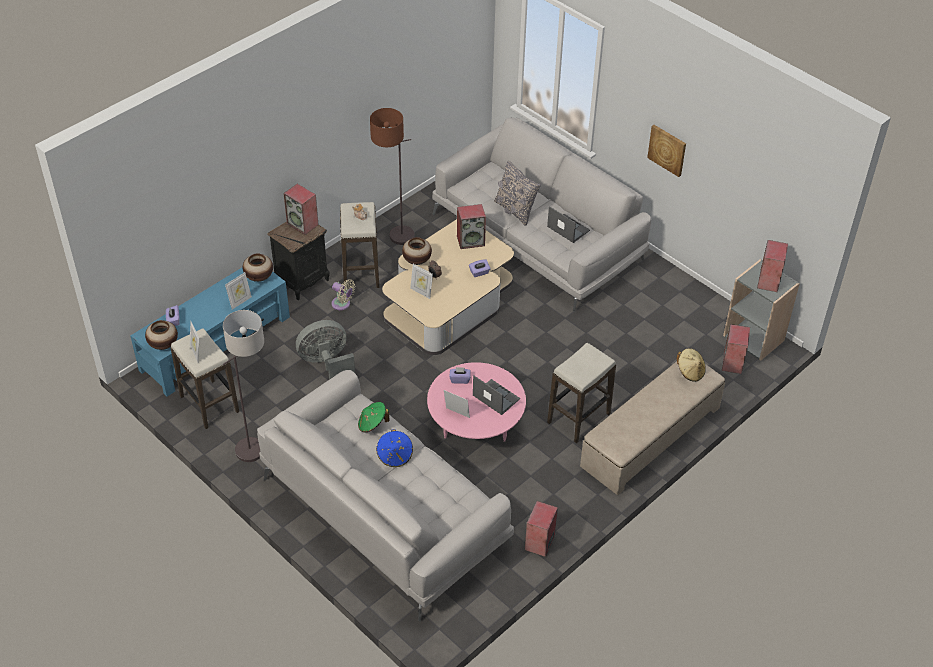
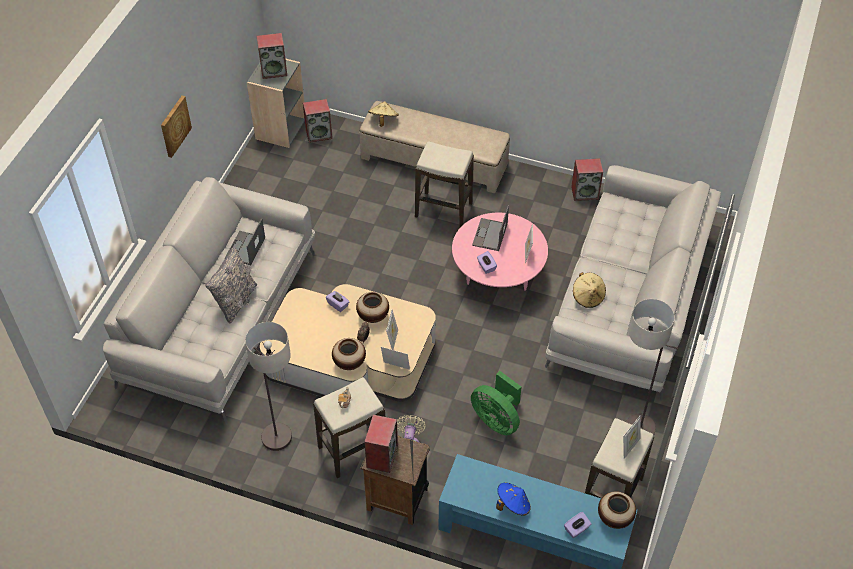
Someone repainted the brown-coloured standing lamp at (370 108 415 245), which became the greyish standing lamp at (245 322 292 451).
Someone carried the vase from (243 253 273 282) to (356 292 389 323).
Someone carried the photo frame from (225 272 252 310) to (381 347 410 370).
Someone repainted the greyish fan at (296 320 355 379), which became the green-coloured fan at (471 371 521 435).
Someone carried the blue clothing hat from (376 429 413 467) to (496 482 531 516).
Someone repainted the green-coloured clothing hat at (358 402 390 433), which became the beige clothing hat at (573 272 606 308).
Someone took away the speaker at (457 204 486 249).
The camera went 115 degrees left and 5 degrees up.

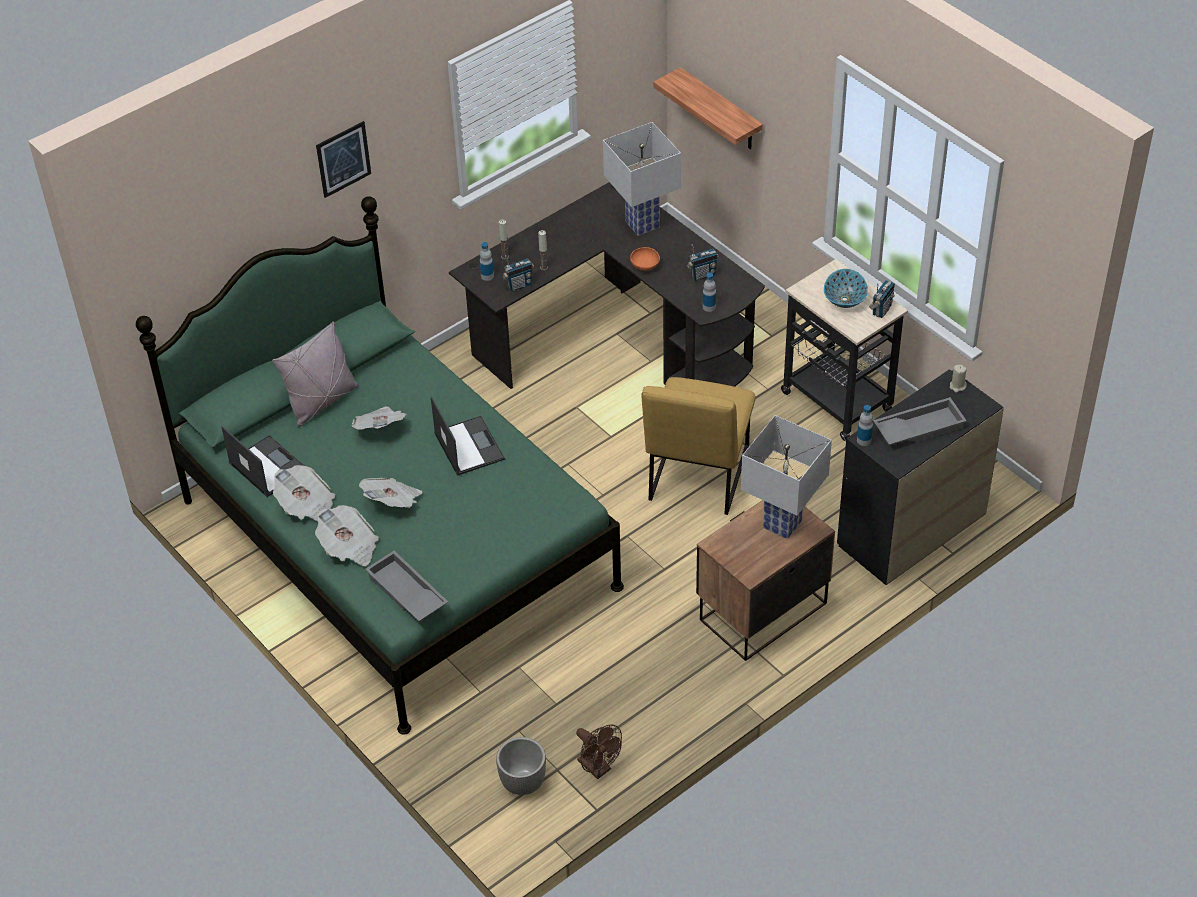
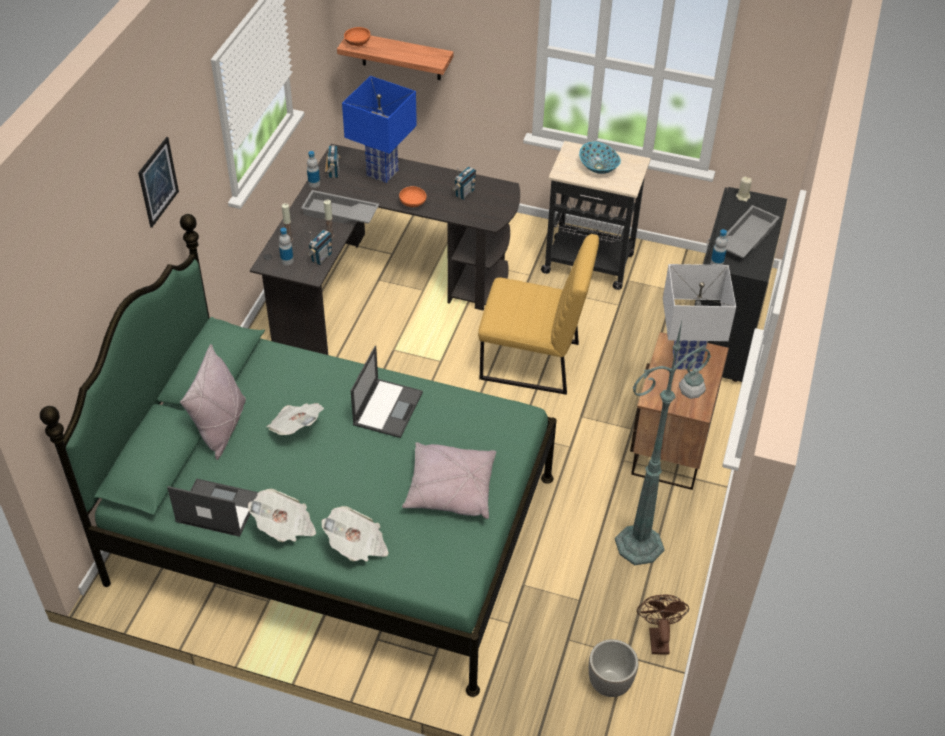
Someone carried the greyish carrying tray from (365 551 448 621) to (301 190 379 224).
Someone carried the beverage bottle from (703 273 716 312) to (307 151 320 188).
Someone carried the radio from (869 280 895 318) to (325 146 340 178).
Someone repainted the white lamp for a table at (603 122 681 236), which became the blue lamp for a table at (342 76 417 183).
Someone put down the orangey serving bowl at (344 27 370 46).
Someone rotated the laptop at (431 396 505 476) by 75 degrees clockwise.
Someone put down the purple-coloured cushion at (402 442 496 519).
Someone rotated the yellow upright chair at (642 377 756 515) by 60 degrees counterclockwise.
Someone put down the green-coloured standing lamp at (615 322 711 565).
Someone rotated the brown-coloured fan at (576 725 622 779) by 105 degrees counterclockwise.
Someone took away the newspaper at (359 478 422 508).
The camera went 35 degrees left and 0 degrees up.

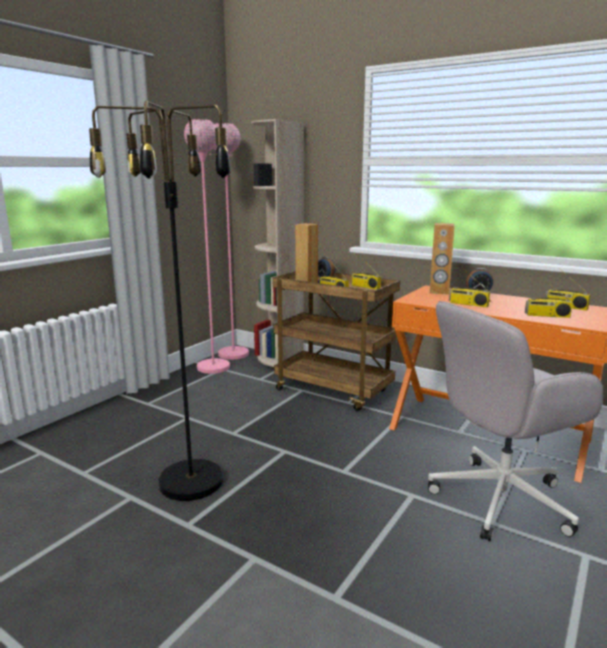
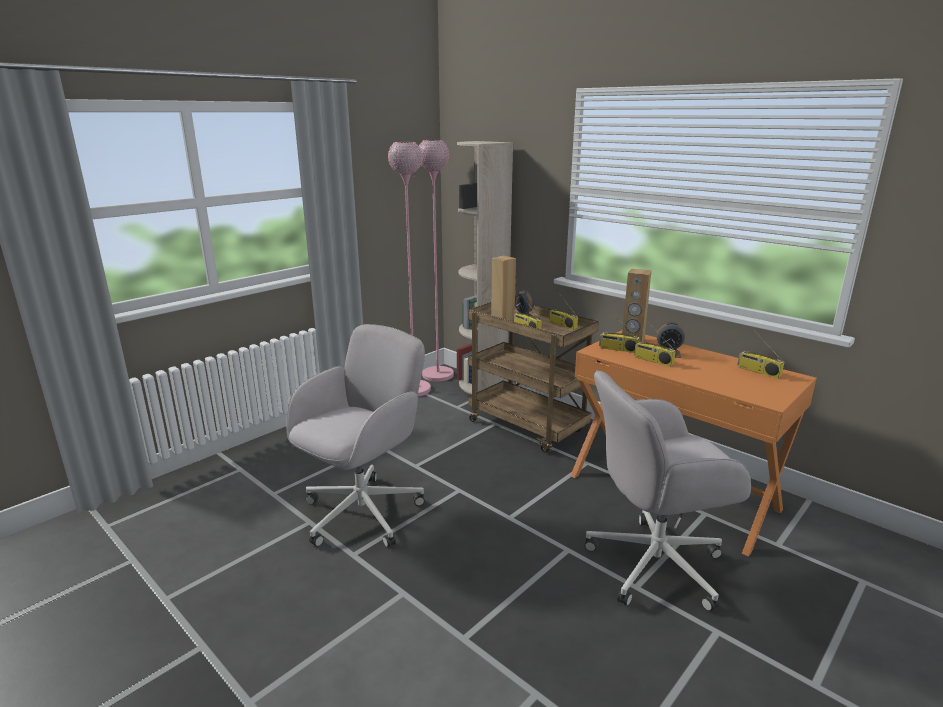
Someone swapped the standing lamp at (89 101 230 501) for the greyish desk chair at (287 324 425 547).
Someone carried the radio from (525 275 573 318) to (599 313 640 353).
The camera went 10 degrees right and 5 degrees up.

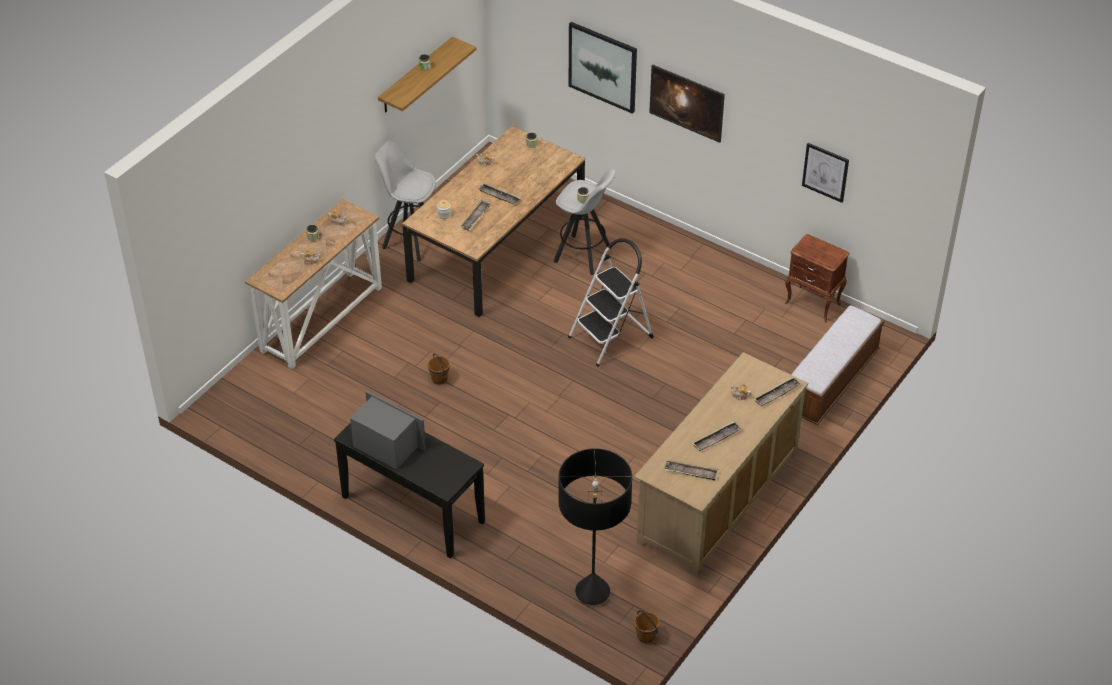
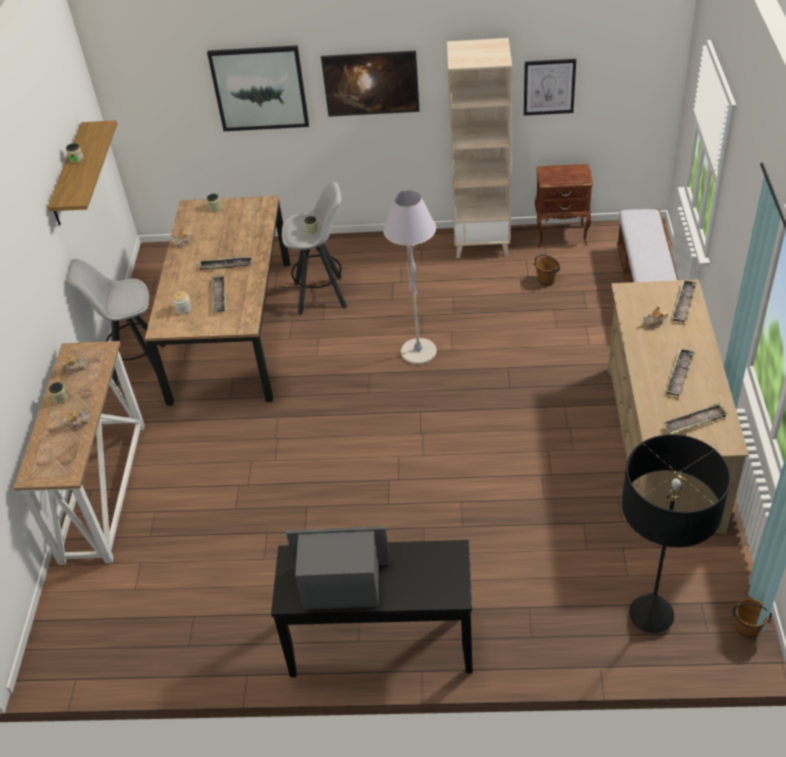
Someone swapped the step ladder at (568 238 653 366) for the greyish standing lamp at (383 190 437 364).
Someone put down the beige shelving unit at (447 38 512 258).
Someone carried the brown-coloured water bucket from (428 354 450 385) to (534 255 560 286).
The camera went 30 degrees left and 0 degrees up.

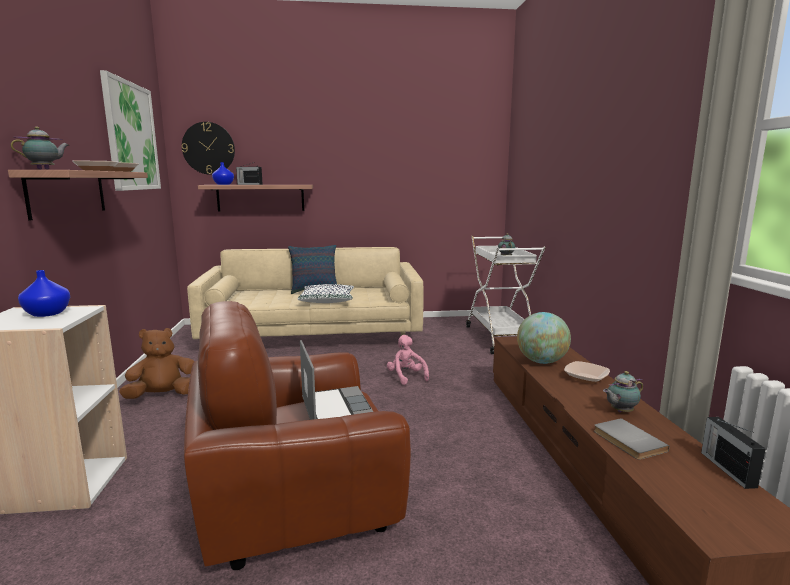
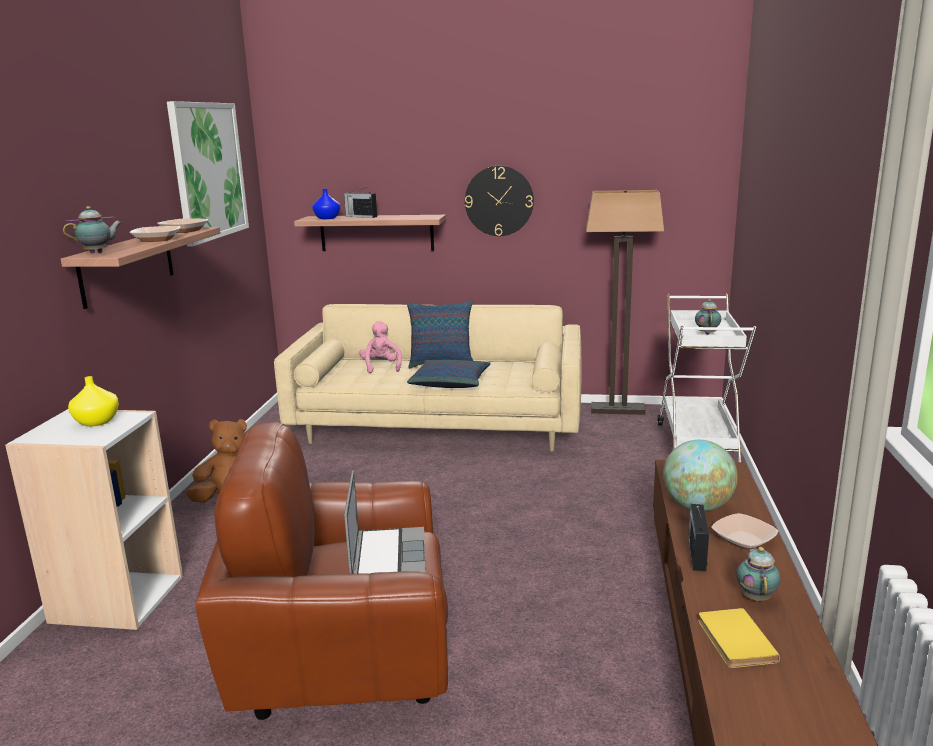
Someone repainted the blue vase at (18 270 70 317), which became the yellow vase at (68 376 119 426).
Someone carried the pink-coloured plush toy from (387 335 429 385) to (359 321 402 373).
Someone repainted the white cushion at (298 284 354 303), which became the blue cushion at (407 360 491 388).
Someone carried the hanging clock from (182 122 235 175) to (465 166 534 236).
Someone put down the standing lamp at (586 190 664 415).
Someone carried the radio from (701 417 766 489) to (688 504 709 571).
Someone repainted the greyish book at (594 418 669 460), which became the yellow book at (698 608 780 668).
Someone rotated the pot for tea at (603 371 643 412) by 105 degrees clockwise.
The camera went 15 degrees right and 5 degrees up.

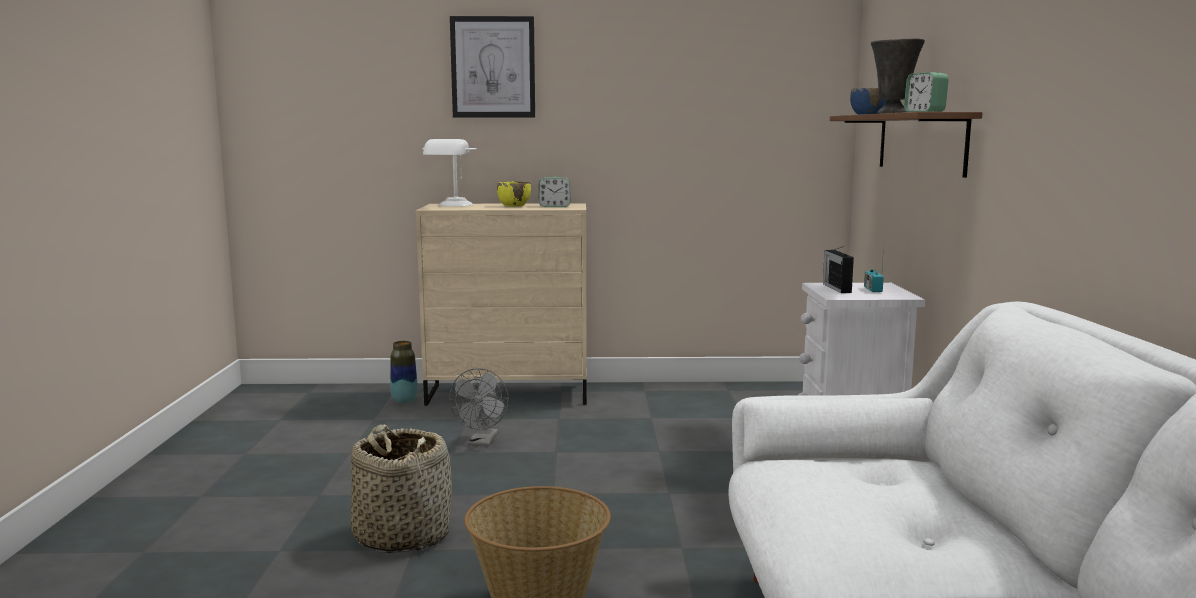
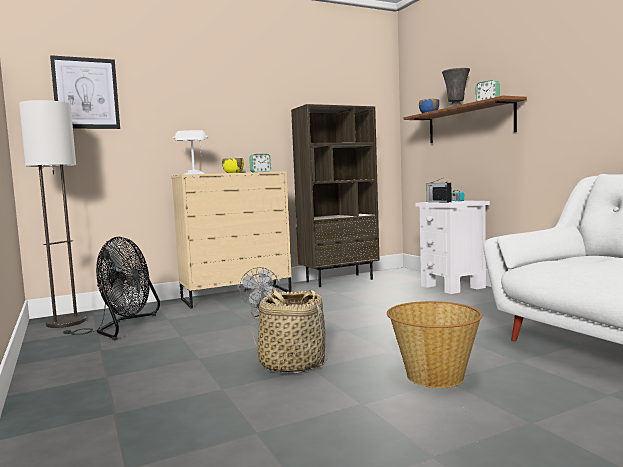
Someone put down the standing lamp at (19 100 86 328).
Someone carried the picture from (450 16 535 118) to (50 55 120 129).
Someone put down the black fan at (63 237 160 340).
Someone put down the brown-coloured shelving unit at (291 104 380 287).
Someone took away the vase at (390 341 418 403).
The camera went 25 degrees left and 5 degrees down.

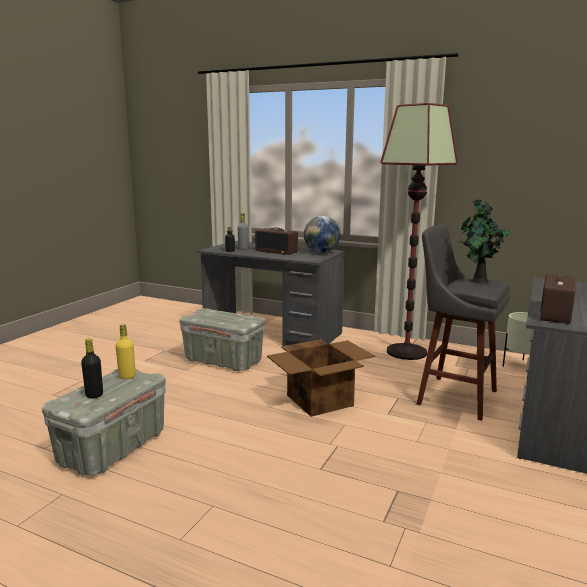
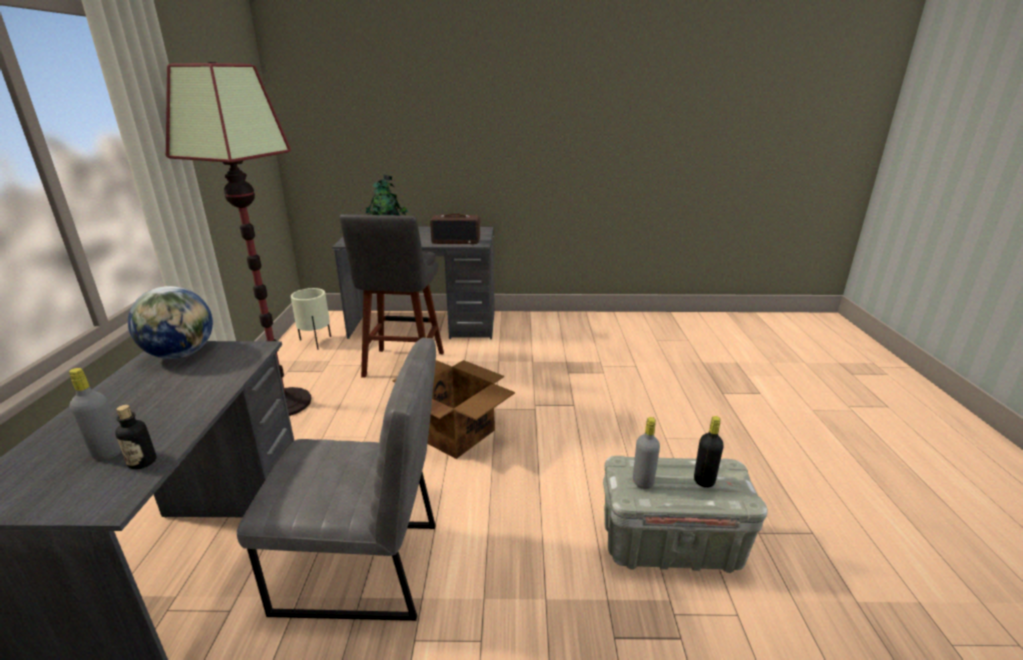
Someone swapped the greyish storage box at (179 308 265 371) for the greyish upright chair at (237 338 436 621).
Someone repainted the yellow beverage bottle at (116 324 136 379), which became the greyish beverage bottle at (633 417 660 489).
Someone took away the radio at (255 227 298 255).
The camera went 115 degrees left and 10 degrees up.

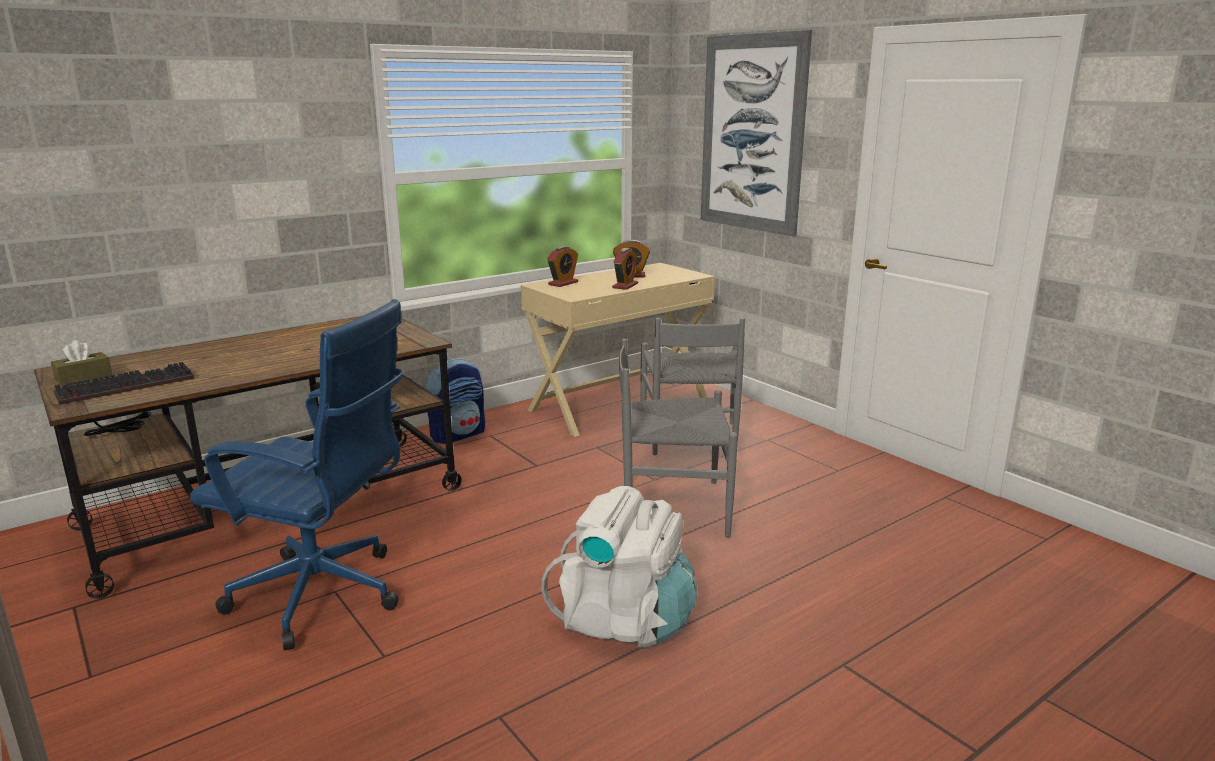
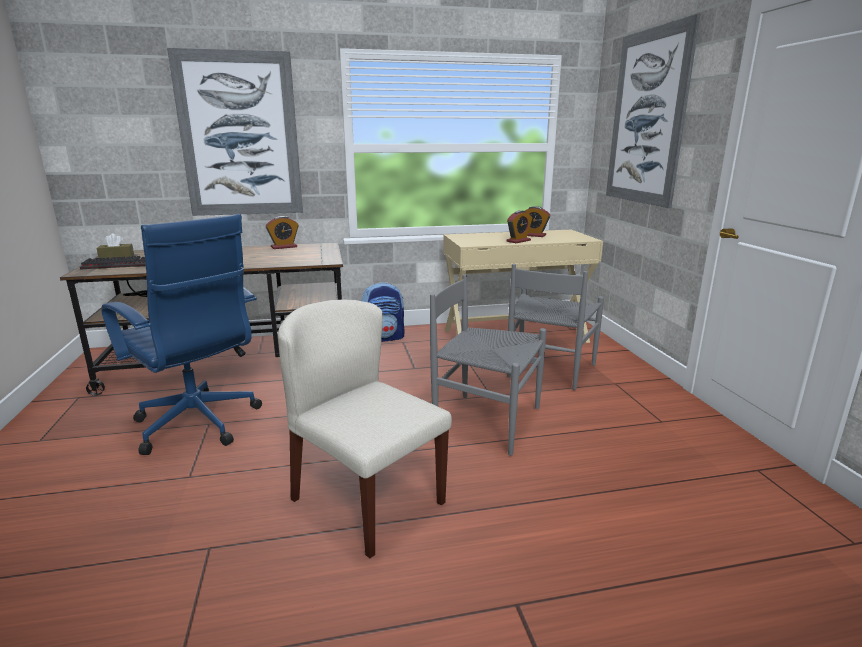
Someone put up the picture at (167 48 303 216).
Someone carried the alarm clock from (547 246 578 287) to (266 216 299 249).
Someone swapped the white rucksack at (542 486 697 648) for the beige upright chair at (278 300 452 558).
The camera went 25 degrees right and 0 degrees up.

